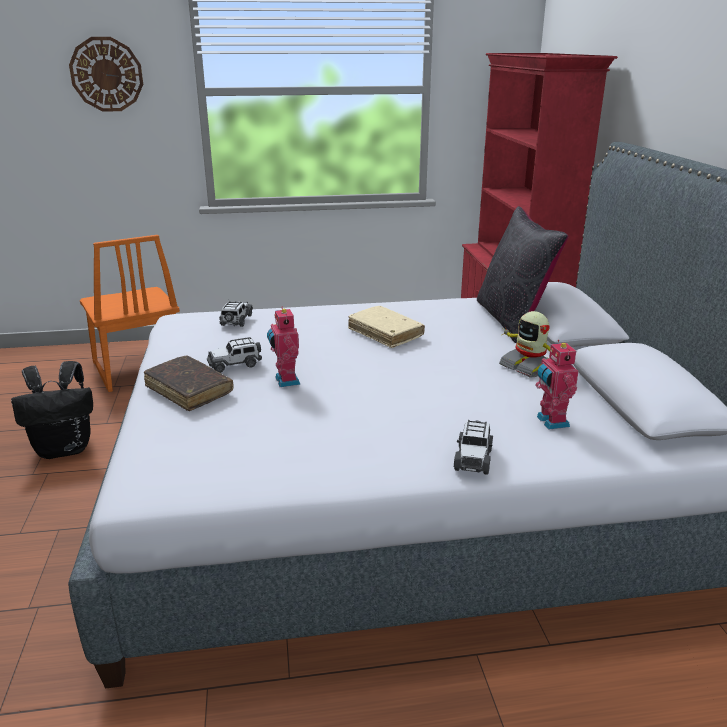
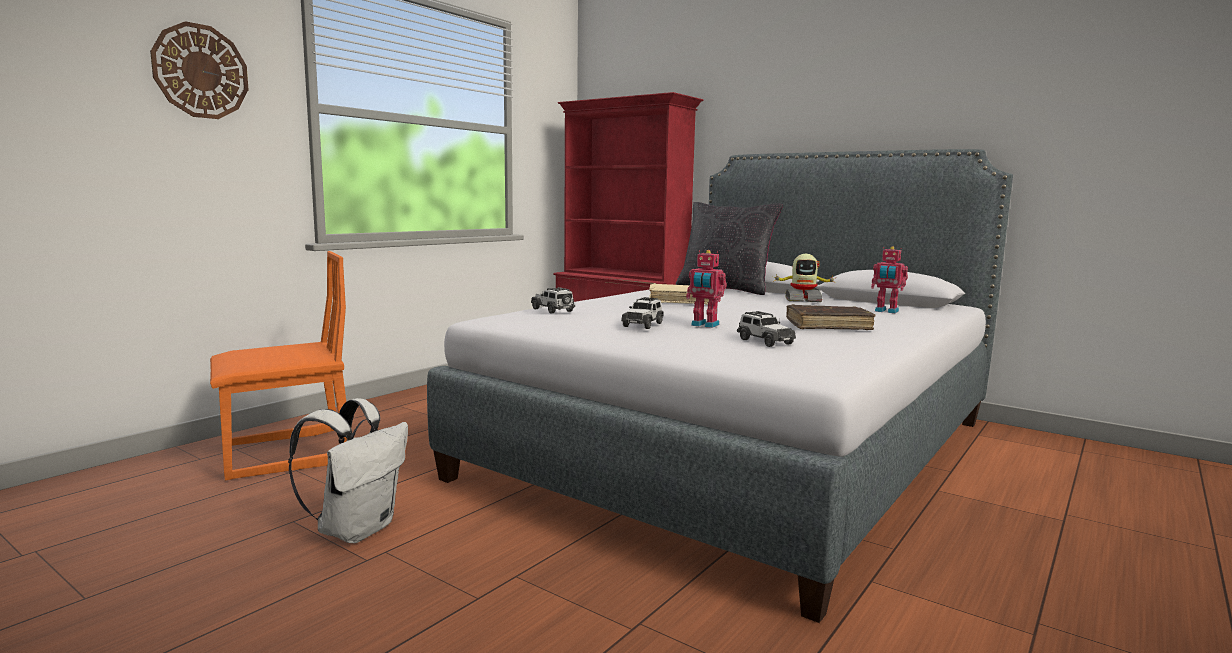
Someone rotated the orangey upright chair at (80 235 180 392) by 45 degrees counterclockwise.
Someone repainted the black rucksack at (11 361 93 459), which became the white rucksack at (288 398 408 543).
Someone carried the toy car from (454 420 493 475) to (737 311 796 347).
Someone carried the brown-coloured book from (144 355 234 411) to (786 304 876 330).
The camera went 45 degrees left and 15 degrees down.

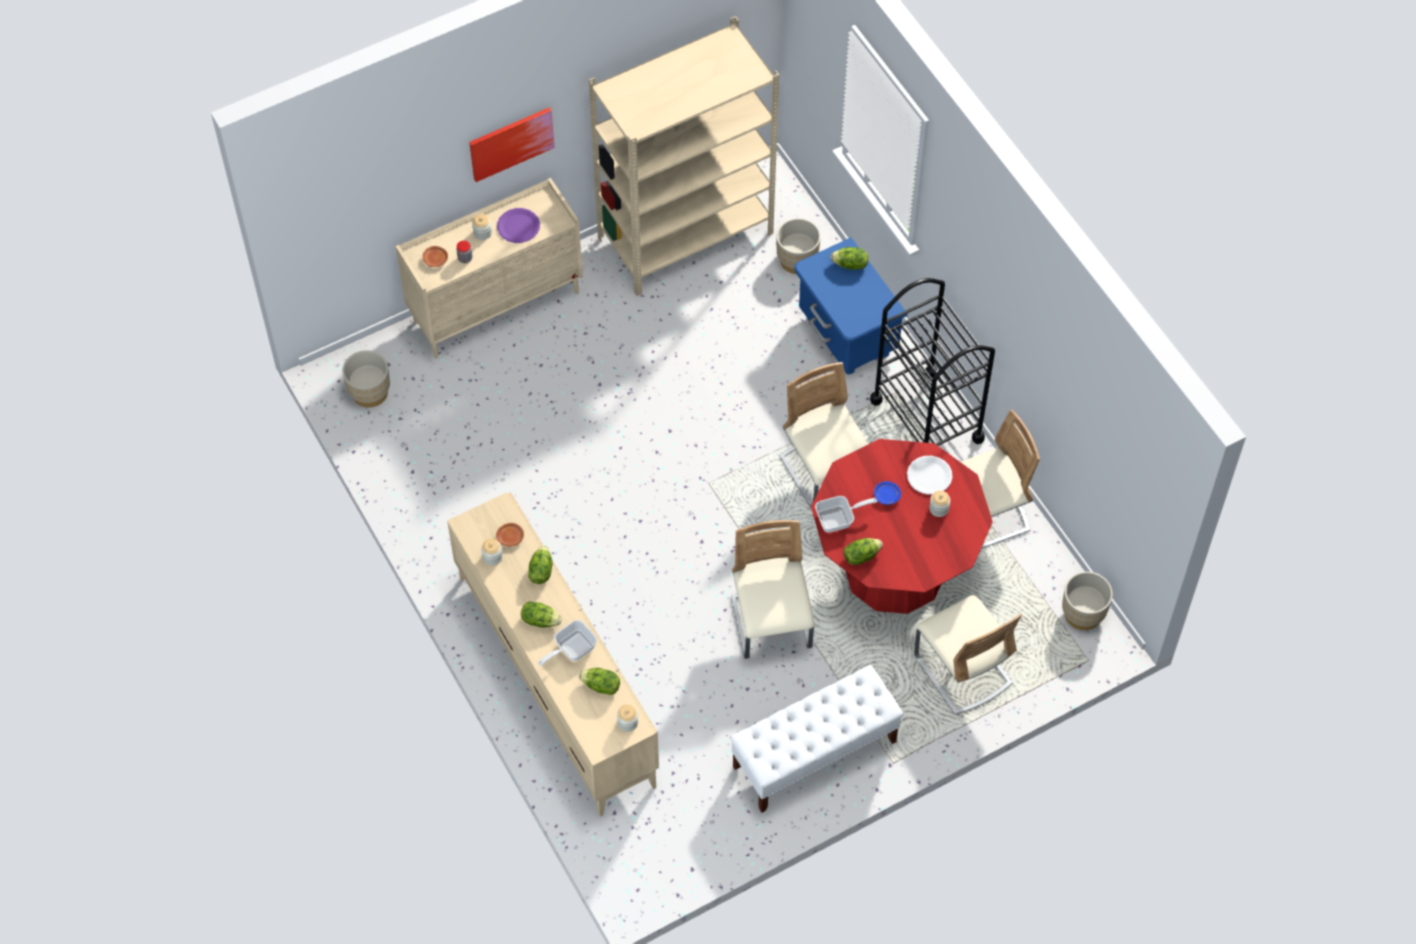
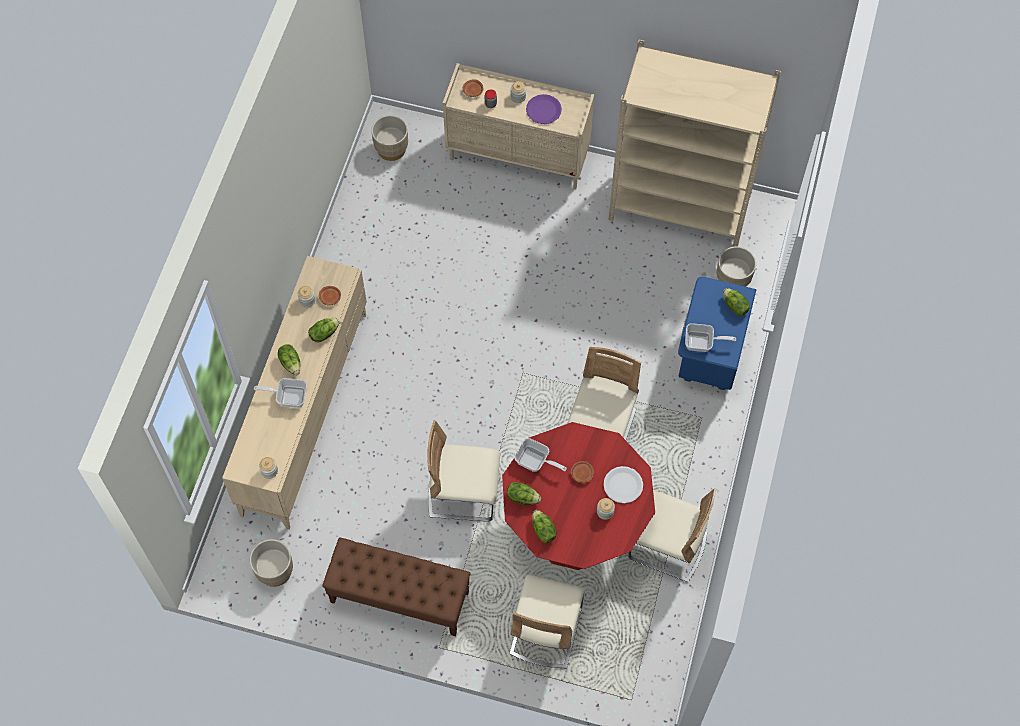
Someone carried the beige flower pot from (1062 572 1113 630) to (250 539 293 587).
Someone repainted the white long seat at (730 665 904 813), which became the brown-coloured long seat at (322 537 470 636).
Someone rotated the beige upright chair at (731 520 814 659) by 120 degrees counterclockwise.
Someone carried the lettuce head from (579 668 620 695) to (532 510 556 543).
Someone repainted the blue plate at (874 481 901 505), which became the brown-coloured plate at (571 461 594 483).
Someone put down the pan at (685 323 736 352).
Someone took away the picture at (469 108 555 182).
Someone took away the black wheeled cart at (870 278 995 446).
The camera went 45 degrees right and 5 degrees up.

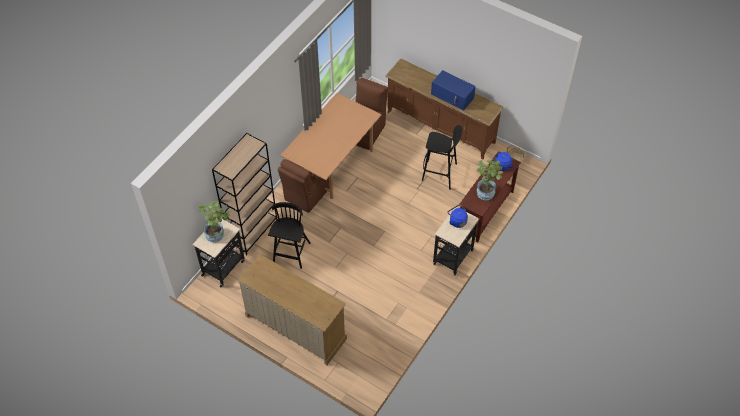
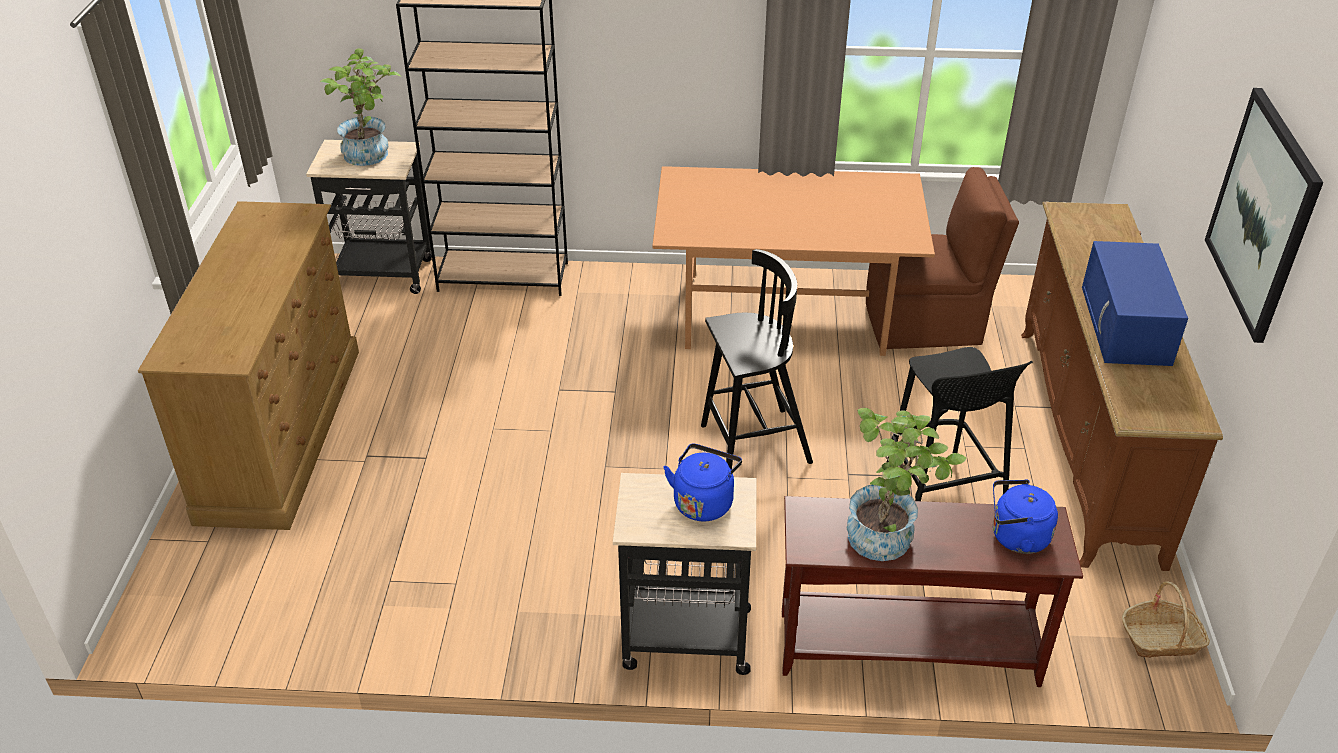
Someone carried the black stool from (268 202 311 269) to (701 249 813 470).
Someone put up the picture at (1205 88 1324 343).
Someone took away the brown-coloured upright chair at (278 159 330 213).
The camera went 60 degrees right and 15 degrees down.

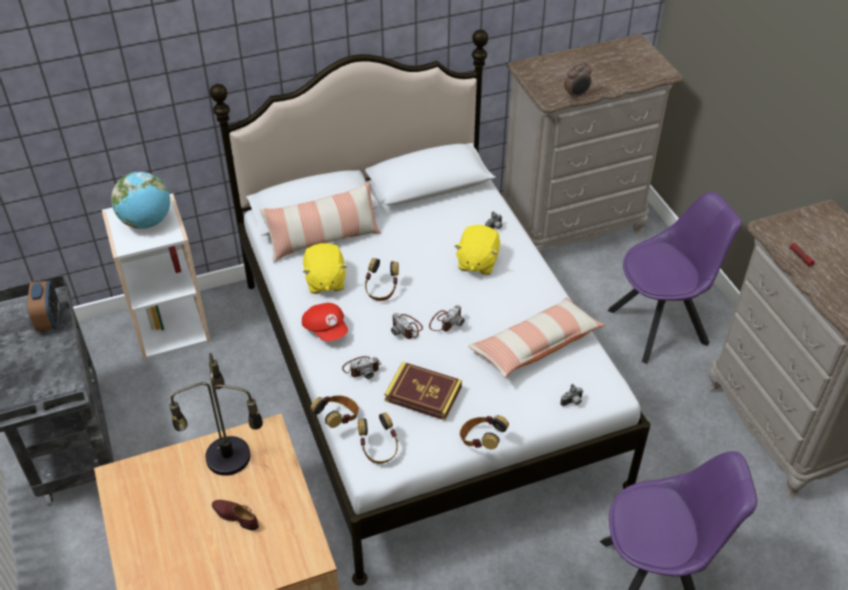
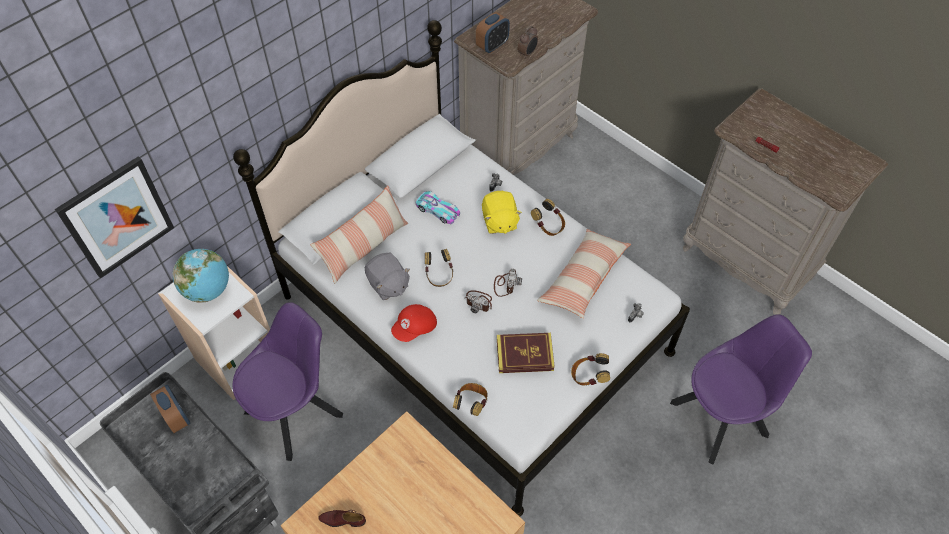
Someone put up the picture at (55 156 174 279).
Someone carried the purple-coloured upright chair from (608 192 742 364) to (233 302 343 461).
Someone carried the brown-coloured low shoe from (212 500 259 530) to (318 510 366 527).
Someone repainted the yellow plush toy at (303 243 348 294), which became the greyish plush toy at (365 252 410 300).
Someone rotated the red-coloured cap at (302 303 348 341) by 105 degrees clockwise.
Someone put down the toy car at (415 191 460 224).
Someone put down the alarm clock at (476 12 510 53).
Someone carried the headphones from (358 412 398 463) to (531 199 565 236).
Someone took away the lamp for a table at (169 353 263 476).
Someone took away the still camera at (342 356 381 379).
The camera went 25 degrees left and 10 degrees up.

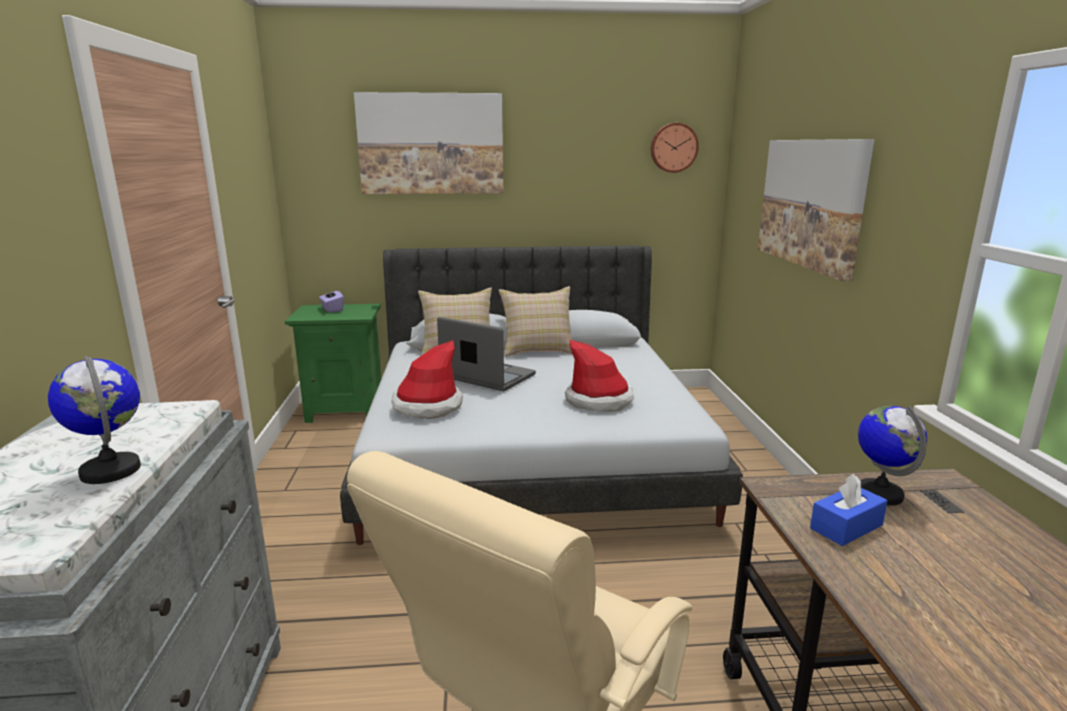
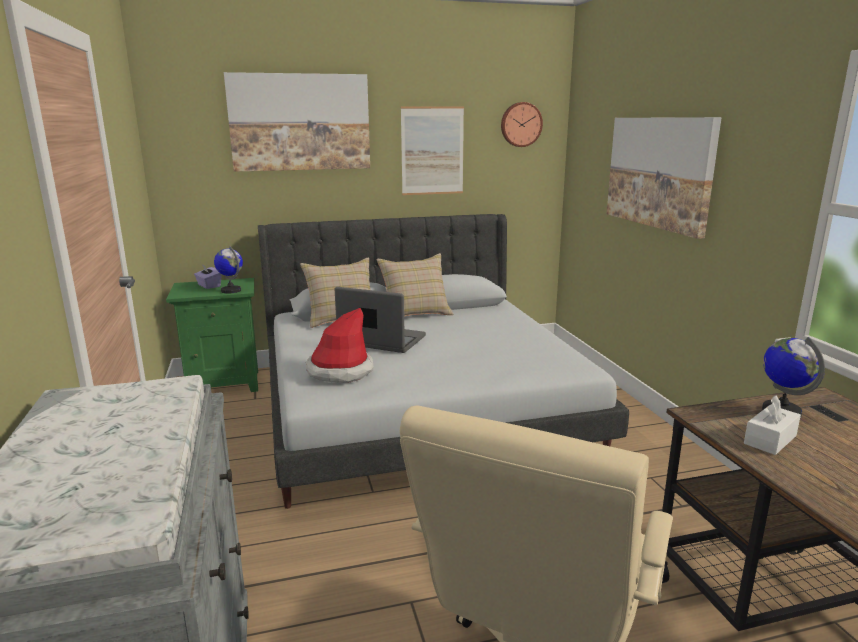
Someone carried the desk globe from (48 356 141 484) to (214 246 243 294).
Someone put up the picture at (401 107 464 195).
Someone repainted the blue tissue box at (810 474 888 546), which became the white tissue box at (744 395 801 455).
Someone took away the clothing hat at (565 340 634 412).
The camera went 10 degrees left and 0 degrees up.

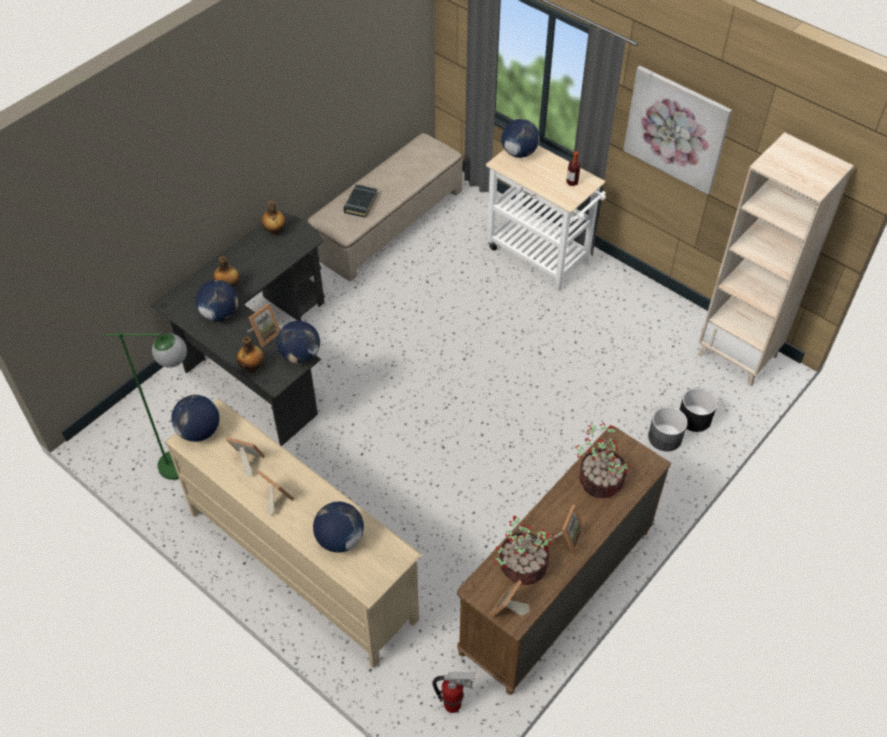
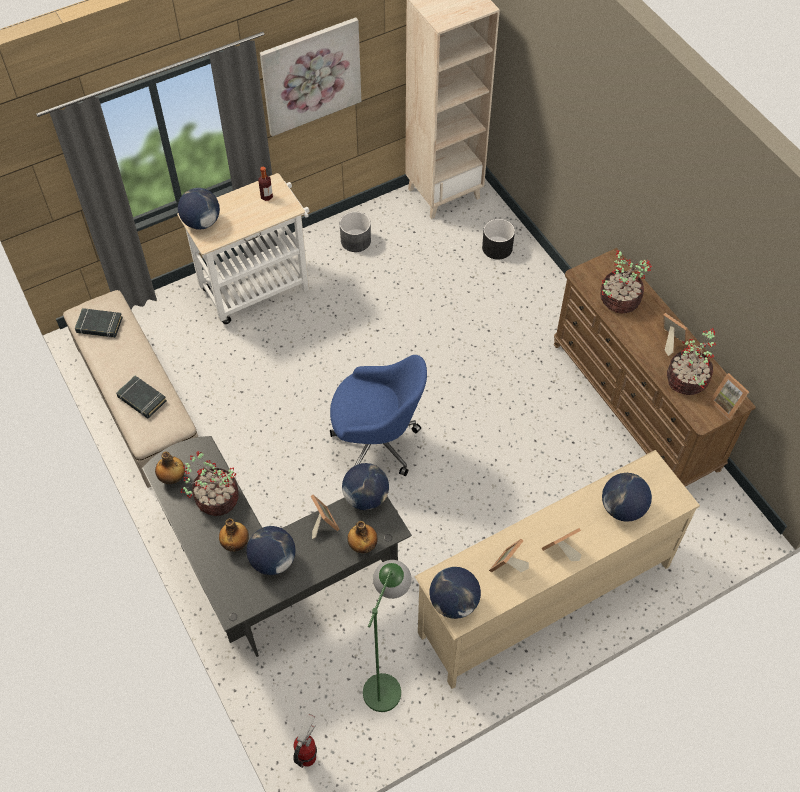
Someone put down the black book at (75 308 123 338).
Someone put down the houseplant at (181 451 239 516).
Someone carried the extinguisher from (433 672 476 713) to (293 713 317 768).
Someone put down the blue desk chair at (330 355 427 476).
Someone carried the greyish flower pot from (648 407 687 451) to (340 212 371 252).
The camera went 70 degrees left and 5 degrees up.

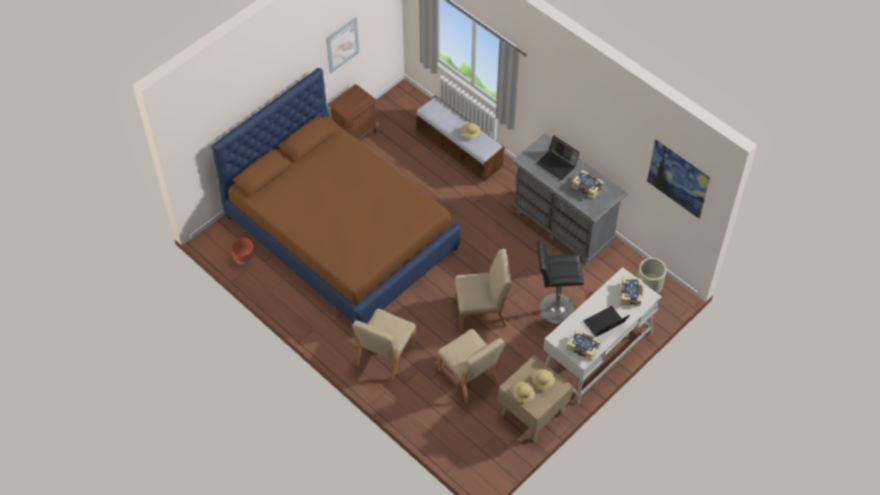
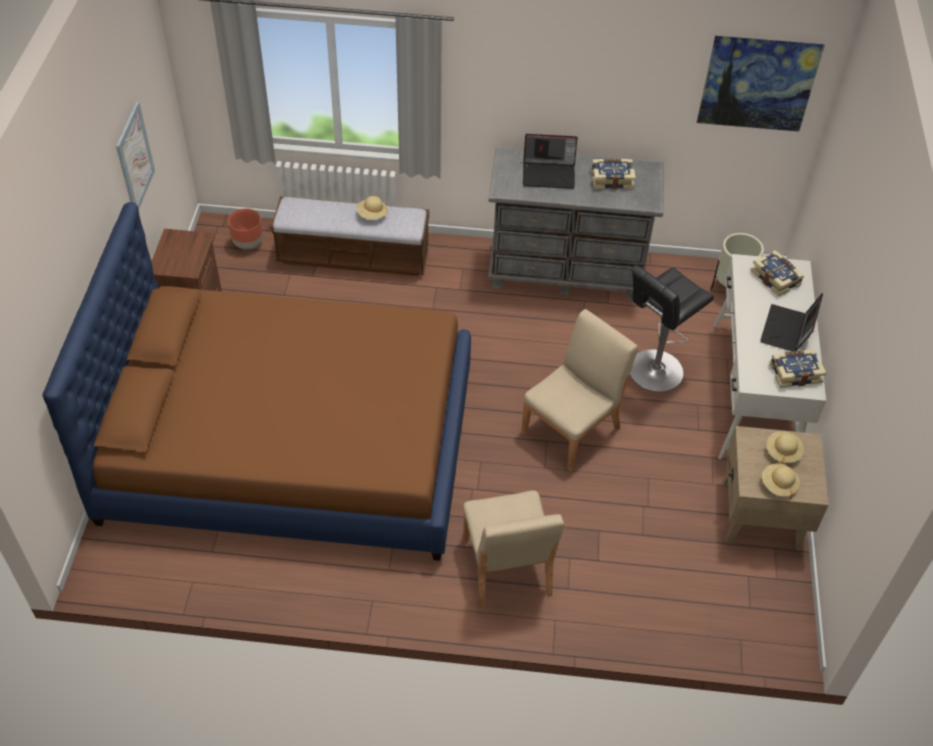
Someone carried the brown-coloured flower pot from (231 238 255 265) to (228 209 263 249).
Someone took away the beige upright chair at (437 329 505 404).
The camera went 40 degrees left and 5 degrees down.

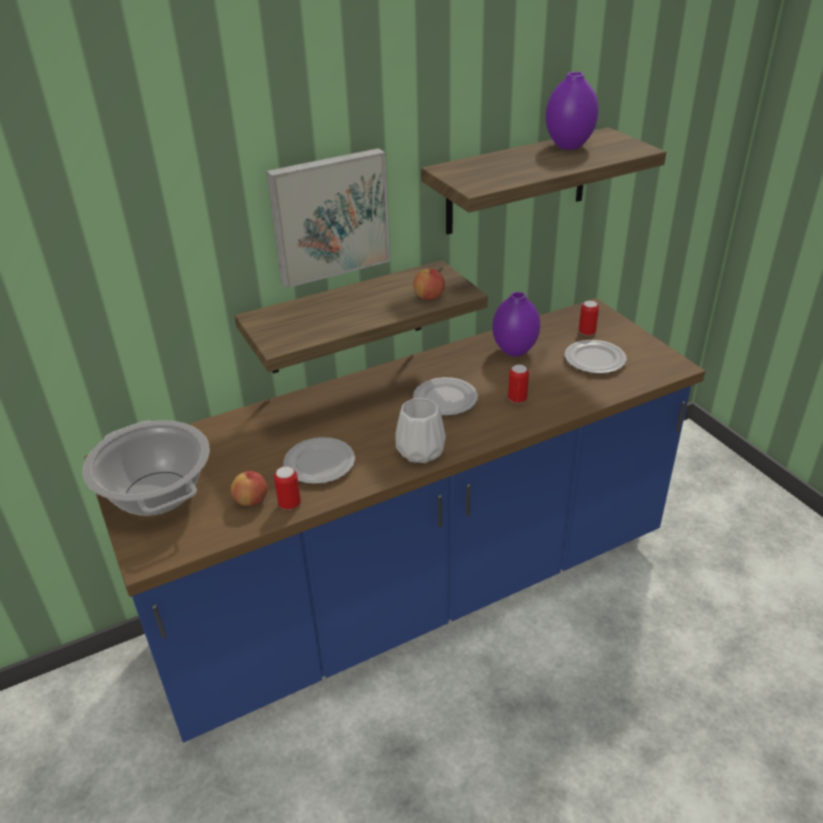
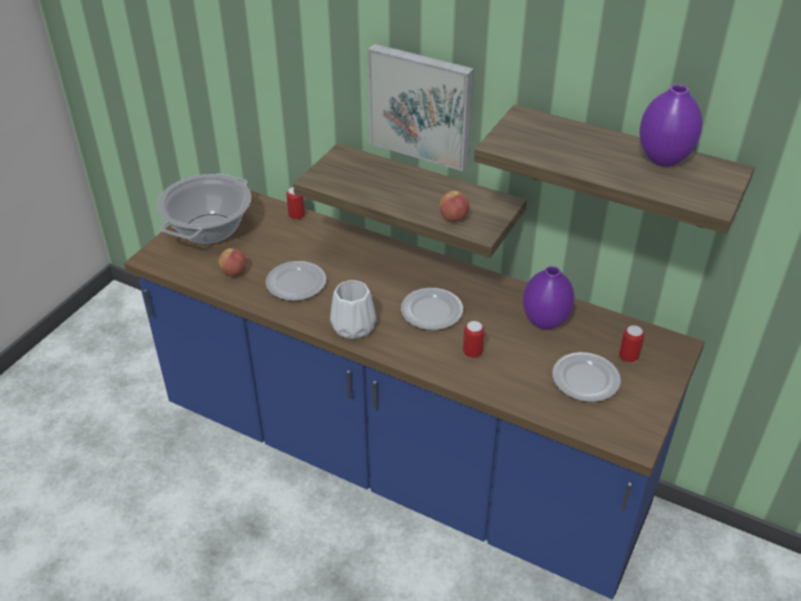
Someone carried the metal can from (274 466 301 510) to (287 187 305 220).
The camera went 55 degrees right and 5 degrees up.

